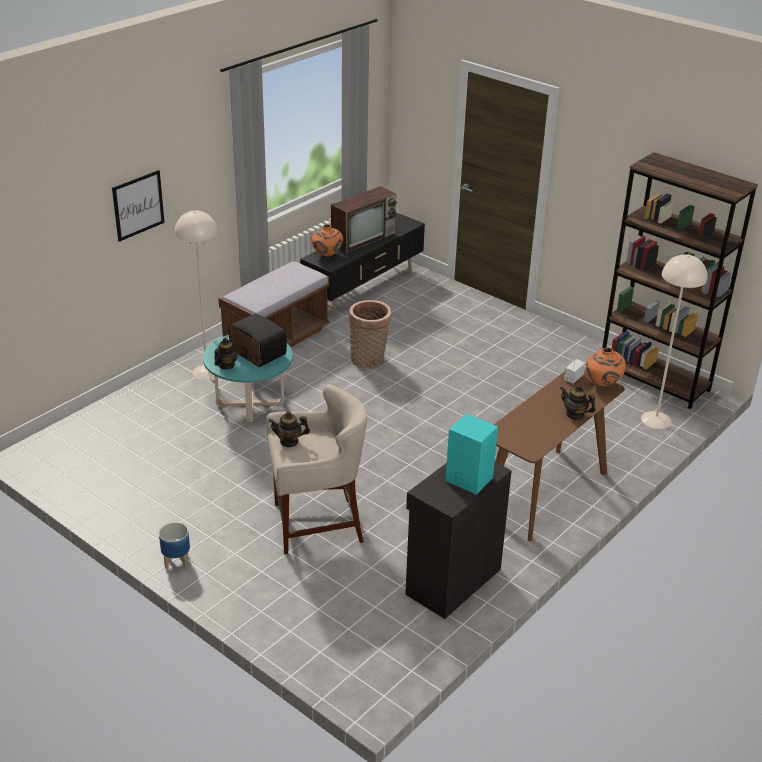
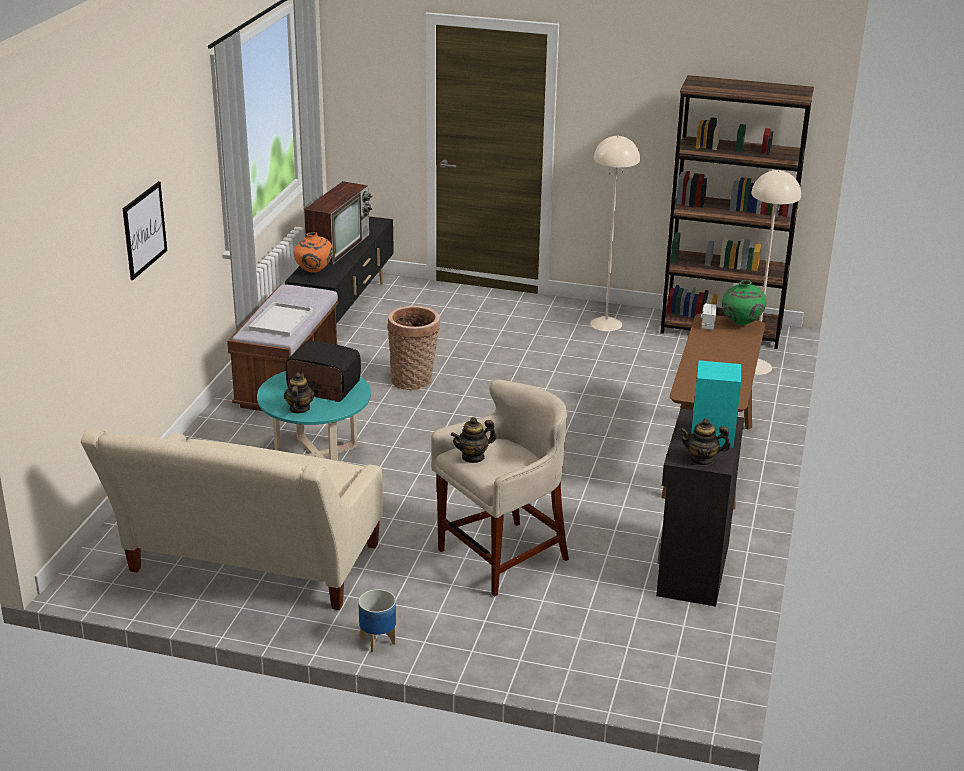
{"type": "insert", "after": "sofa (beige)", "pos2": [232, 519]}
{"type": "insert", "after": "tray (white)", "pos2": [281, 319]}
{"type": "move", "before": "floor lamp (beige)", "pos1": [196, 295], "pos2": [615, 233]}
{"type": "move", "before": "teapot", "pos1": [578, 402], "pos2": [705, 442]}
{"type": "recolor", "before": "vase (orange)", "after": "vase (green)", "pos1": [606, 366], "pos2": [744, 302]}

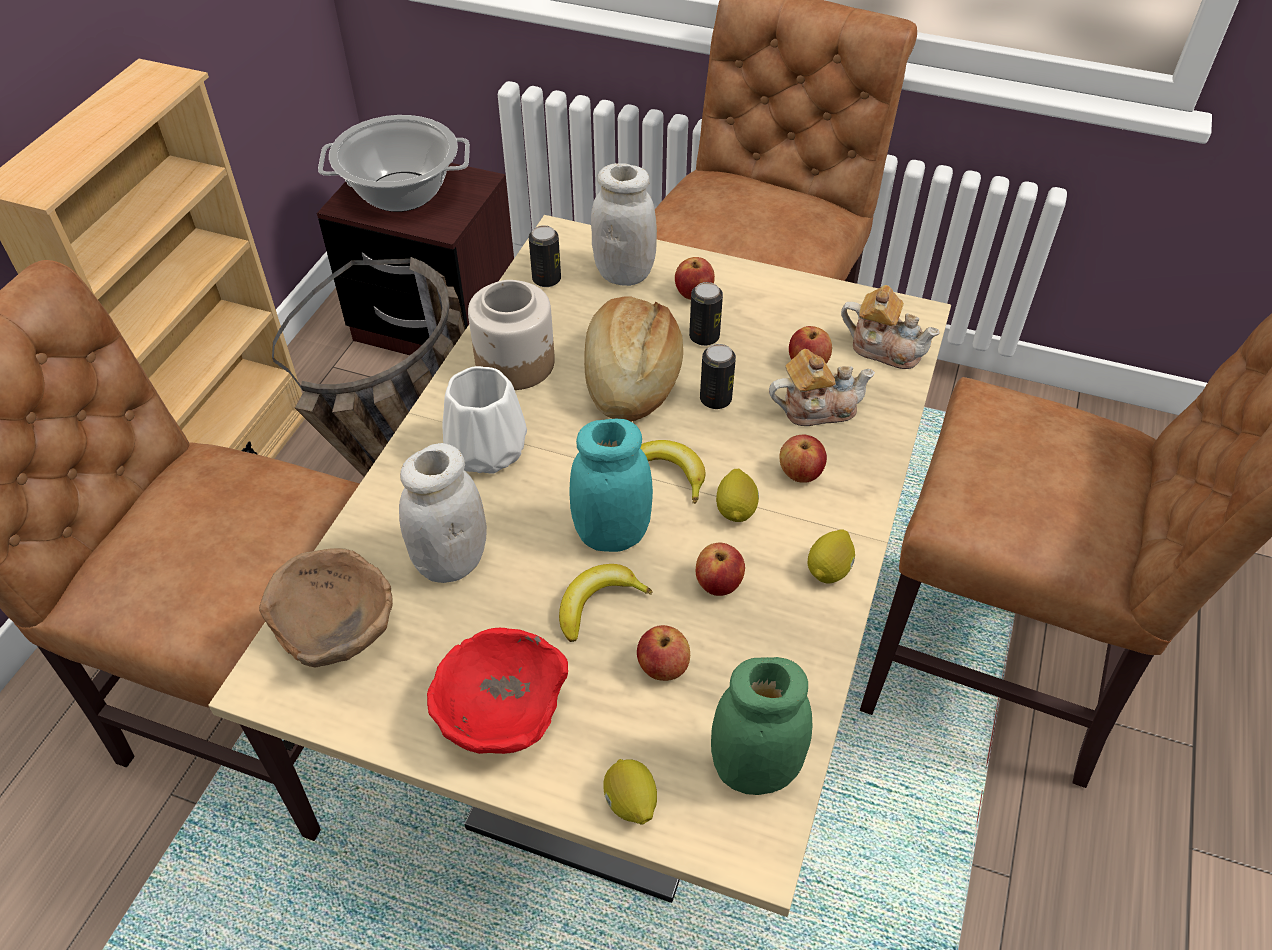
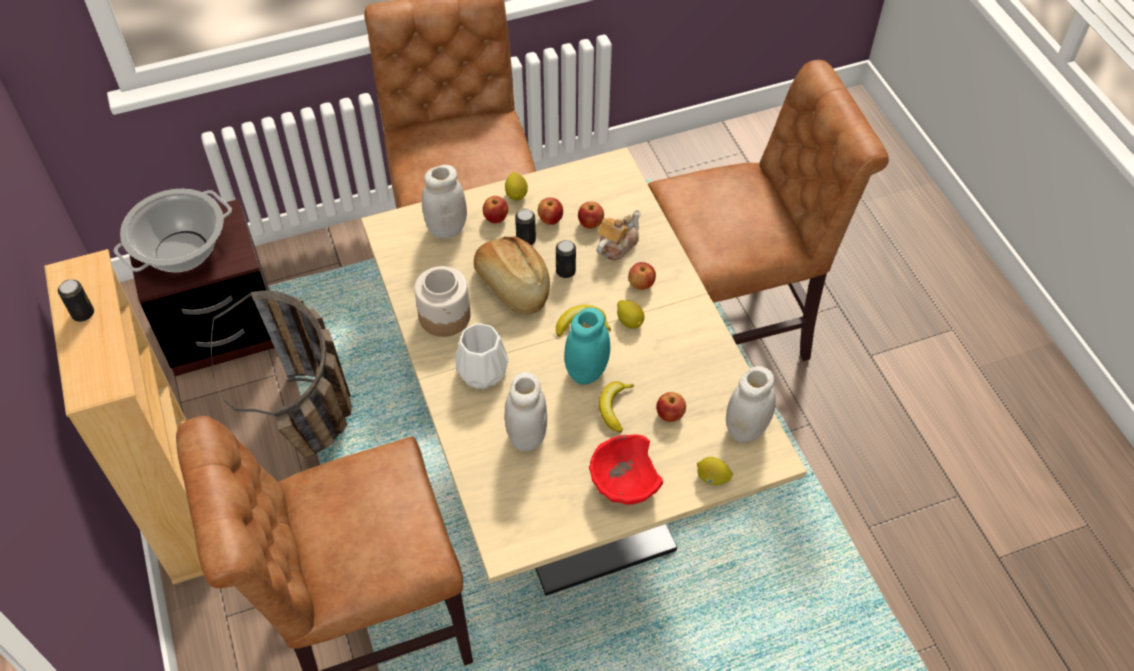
{"type": "delete", "before": "bowl (brown)", "pos1": [326, 607]}
{"type": "delete", "before": "teapot", "pos1": [890, 327]}
{"type": "move", "before": "can", "pos1": [545, 256], "pos2": [76, 300]}
{"type": "move", "before": "apple", "pos1": [720, 569], "pos2": [550, 211]}
{"type": "move", "before": "lemon", "pos1": [831, 556], "pos2": [516, 186]}
{"type": "recolor", "before": "jar (green)", "after": "jar (white)", "pos1": [762, 726], "pos2": [751, 404]}

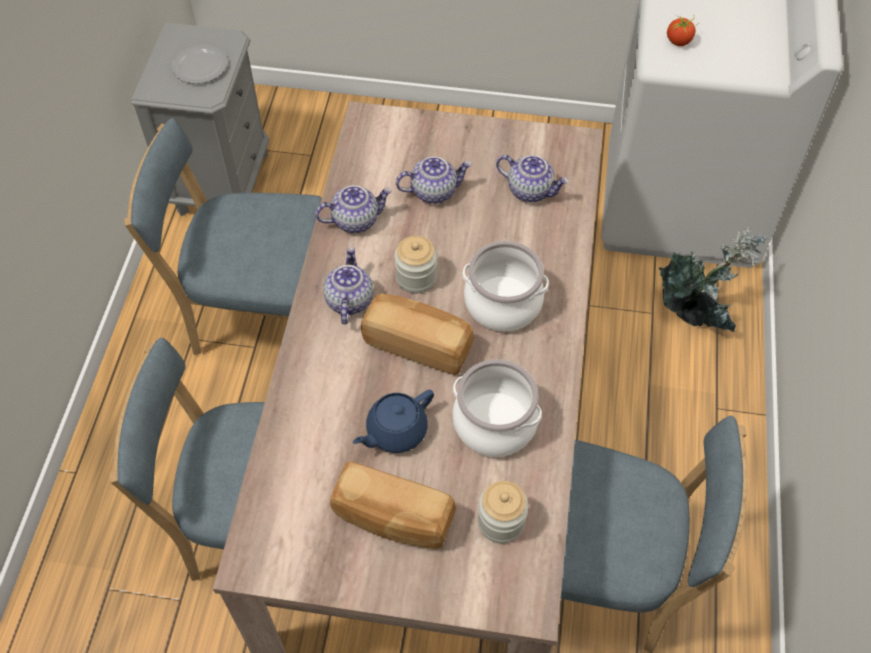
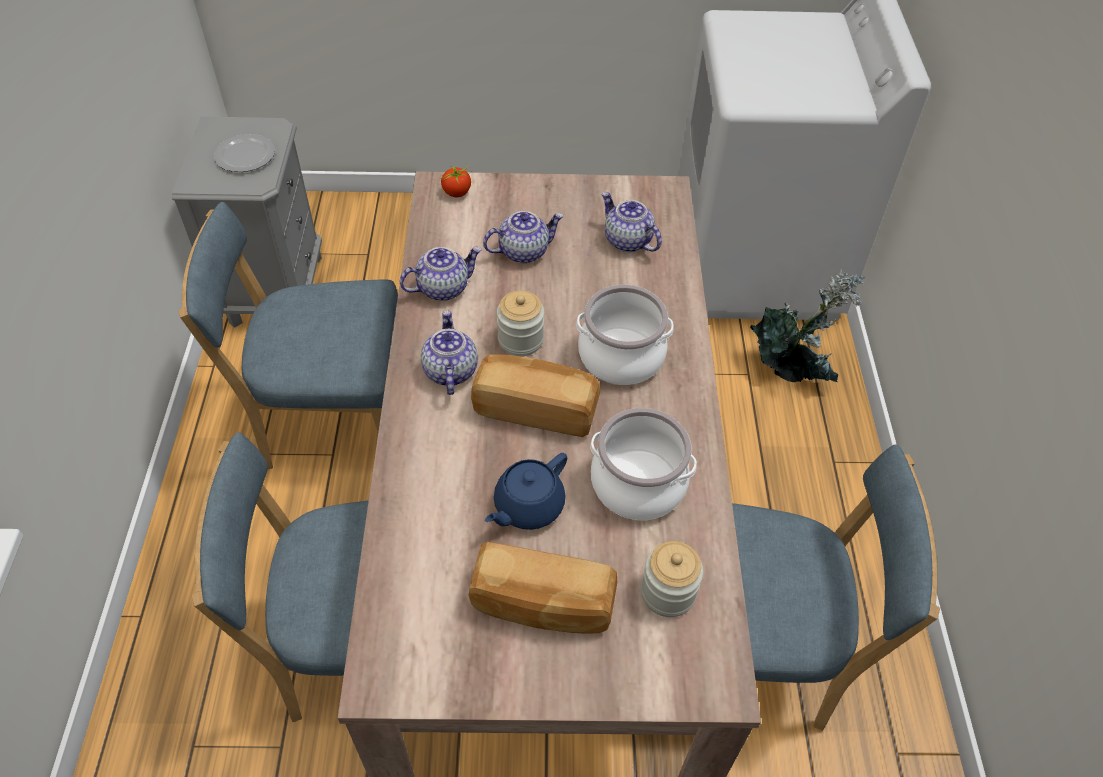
{"type": "move", "before": "tomato", "pos1": [683, 30], "pos2": [456, 180]}
{"type": "rotate", "before": "teapot", "pos1": [532, 178], "pos2": [631, 222], "turn": -150}

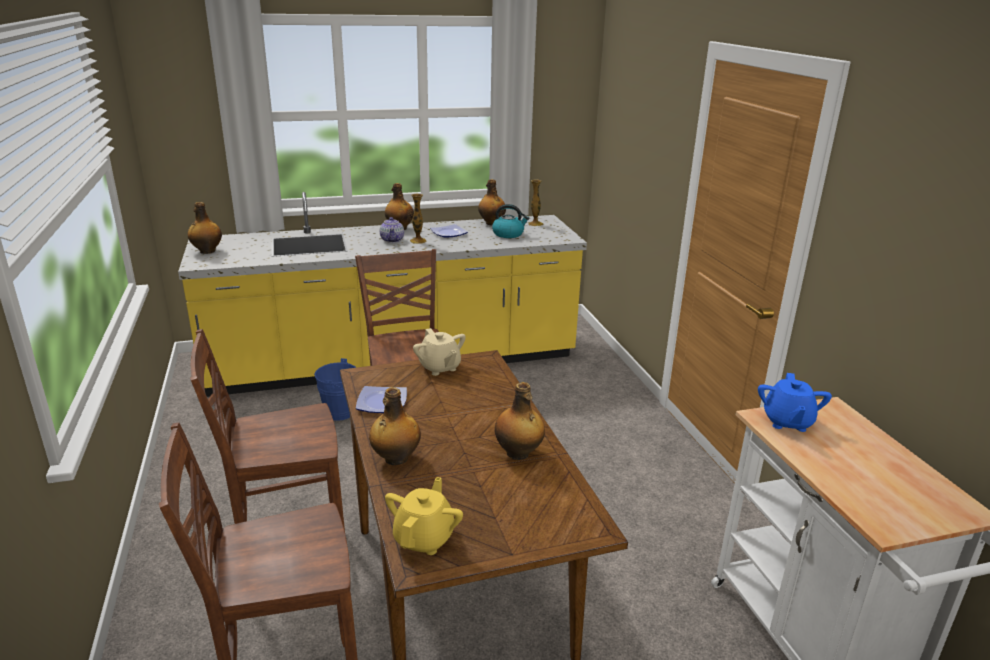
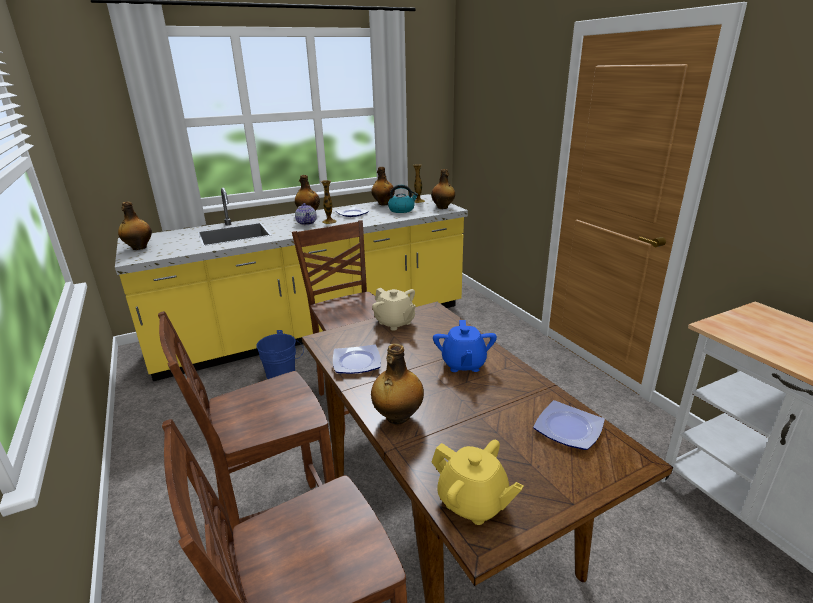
{"type": "insert", "after": "plate", "pos2": [569, 425]}
{"type": "move", "before": "bottle", "pos1": [520, 421], "pos2": [443, 189]}
{"type": "move", "before": "teapot (blue)", "pos1": [795, 402], "pos2": [465, 346]}
{"type": "rotate", "before": "teapot (yellow)", "pos1": [424, 516], "pos2": [478, 482], "turn": 120}

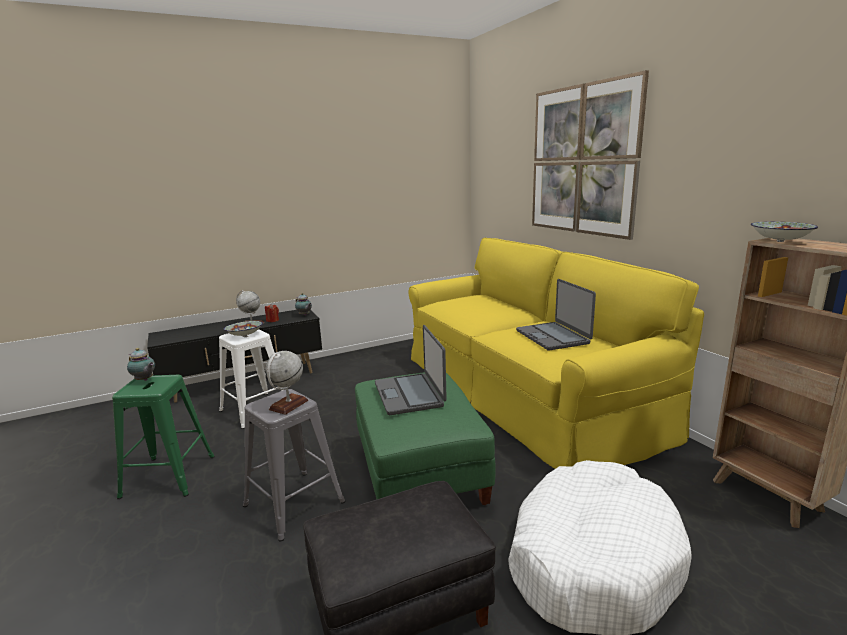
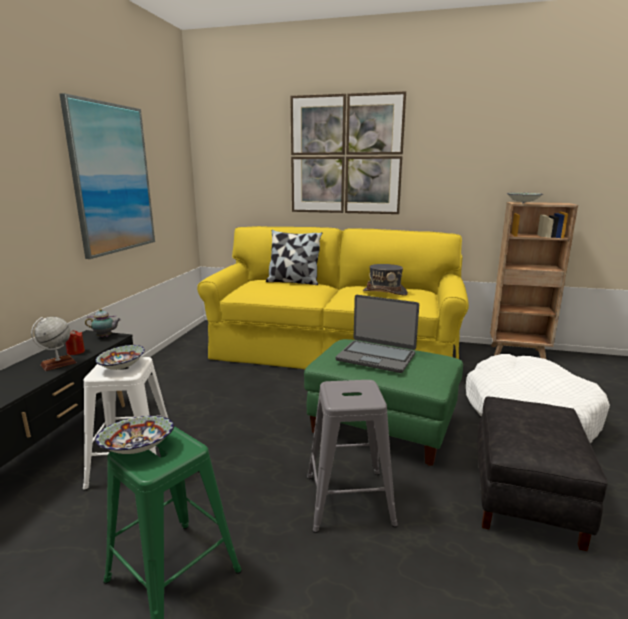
{"type": "delete", "before": "globe", "pos1": [286, 383]}
{"type": "insert", "after": "picture", "pos2": [107, 176]}
{"type": "insert", "after": "pillow", "pos2": [294, 257]}
{"type": "replace", "before": "teapot", "after": "bowl", "pos1": [141, 364], "pos2": [134, 435]}
{"type": "replace", "before": "laptop", "after": "hat (grey)", "pos1": [556, 315], "pos2": [385, 280]}

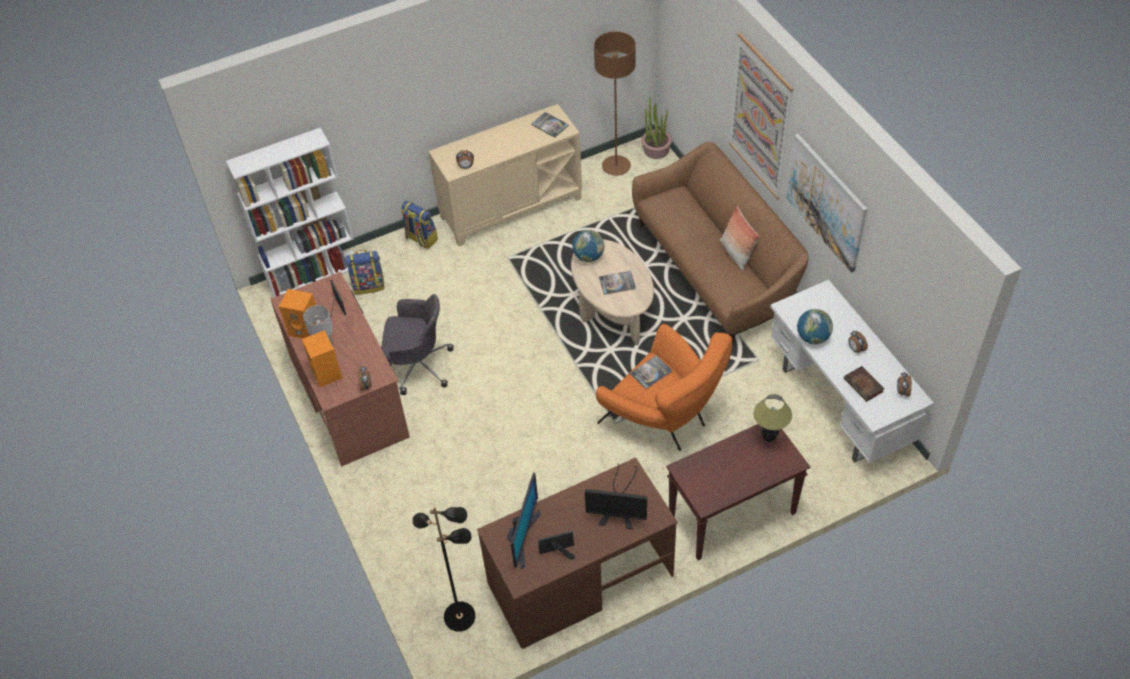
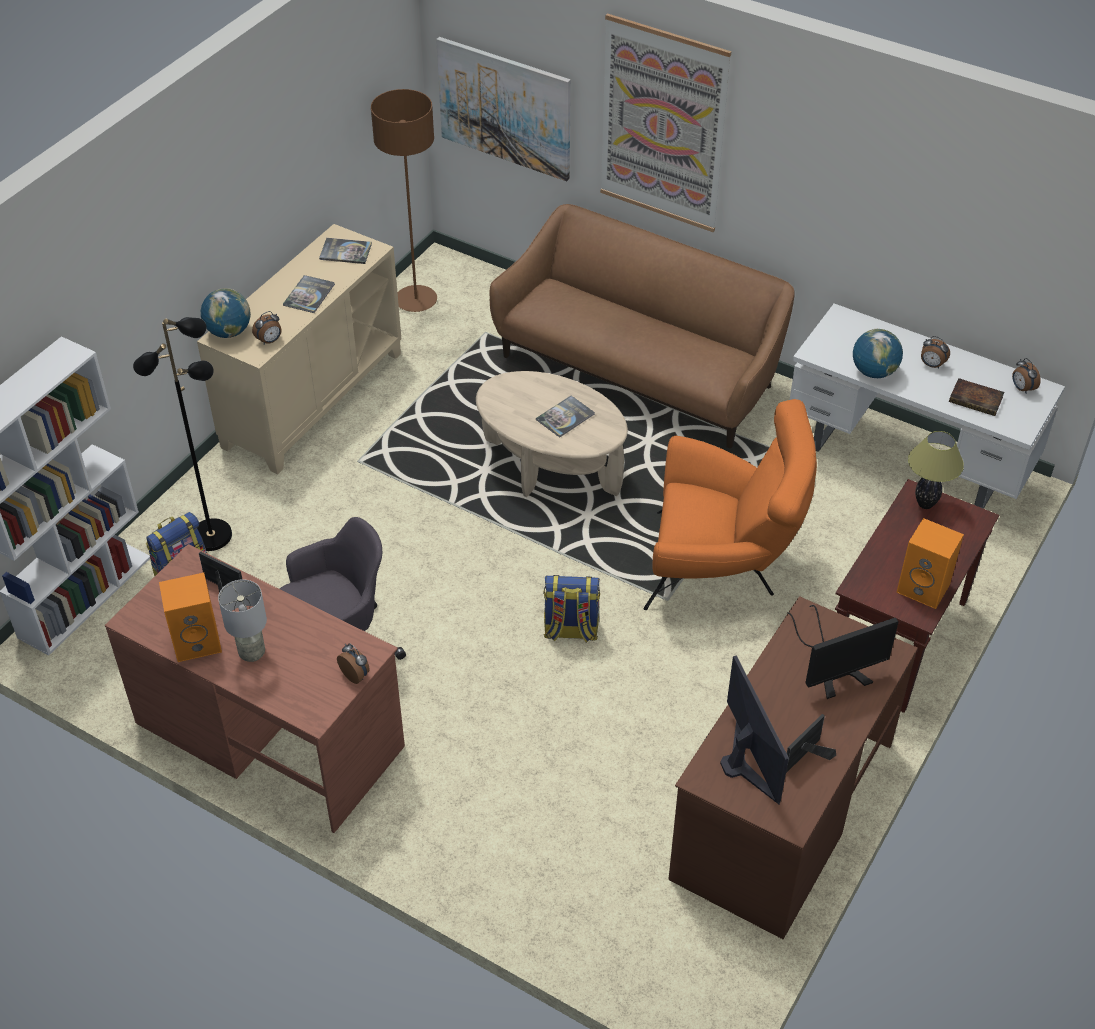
{"type": "delete", "before": "potted plant", "pos1": [657, 128]}
{"type": "delete", "before": "pillow", "pos1": [740, 238]}
{"type": "move", "before": "speaker (orange)", "pos1": [322, 358], "pos2": [930, 563]}
{"type": "move", "before": "backpack", "pos1": [419, 225], "pos2": [571, 609]}
{"type": "move", "before": "floor lamp (black)", "pos1": [443, 569], "pos2": [182, 434]}
{"type": "move", "before": "globe", "pos1": [588, 246], "pos2": [226, 313]}
{"type": "move", "before": "book", "pos1": [651, 372], "pos2": [309, 294]}
{"type": "move", "before": "picture", "pos1": [826, 203], "pos2": [503, 109]}

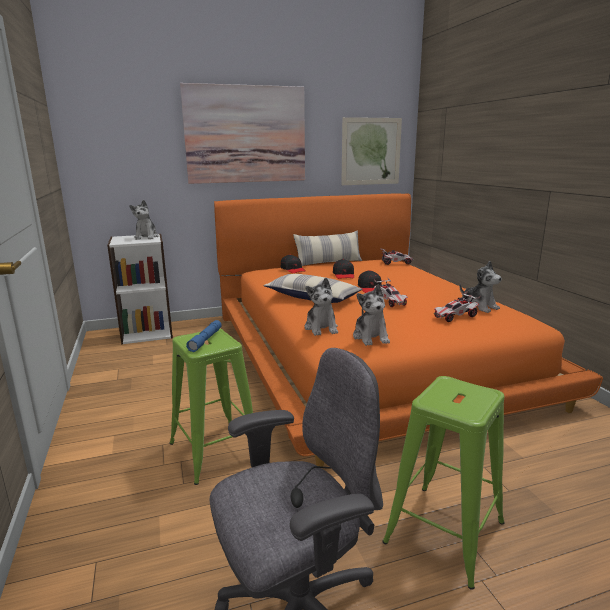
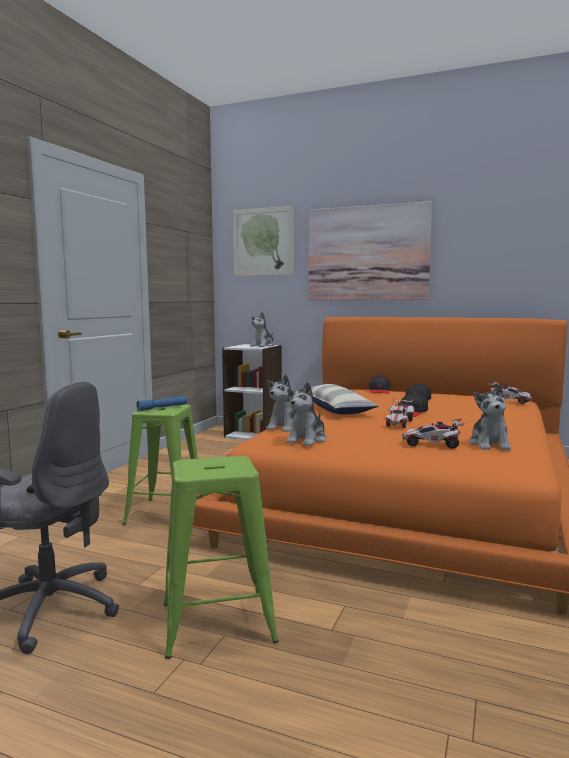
{"type": "delete", "before": "pillow", "pos1": [327, 248]}
{"type": "move", "before": "picture", "pos1": [371, 151], "pos2": [263, 241]}

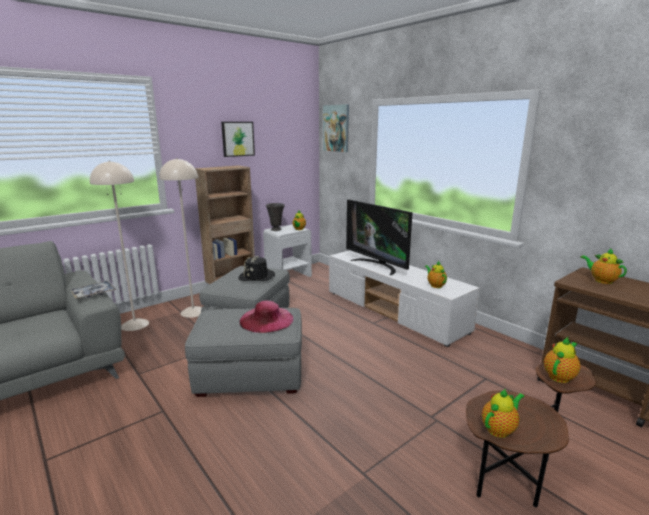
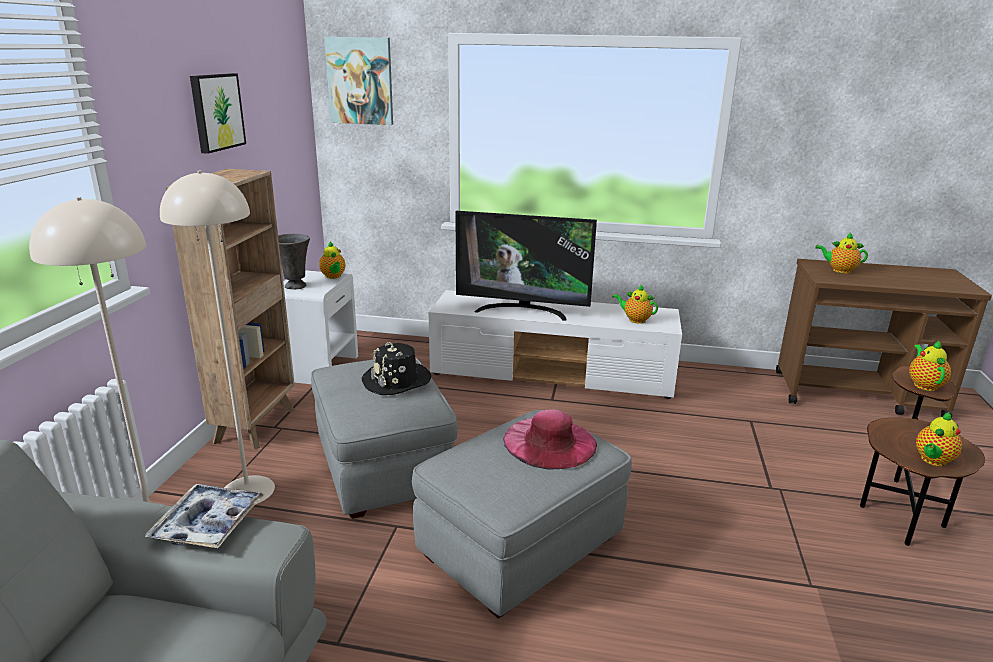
{"type": "rotate", "before": "teapot", "pos1": [503, 413], "pos2": [939, 439], "turn": -150}

